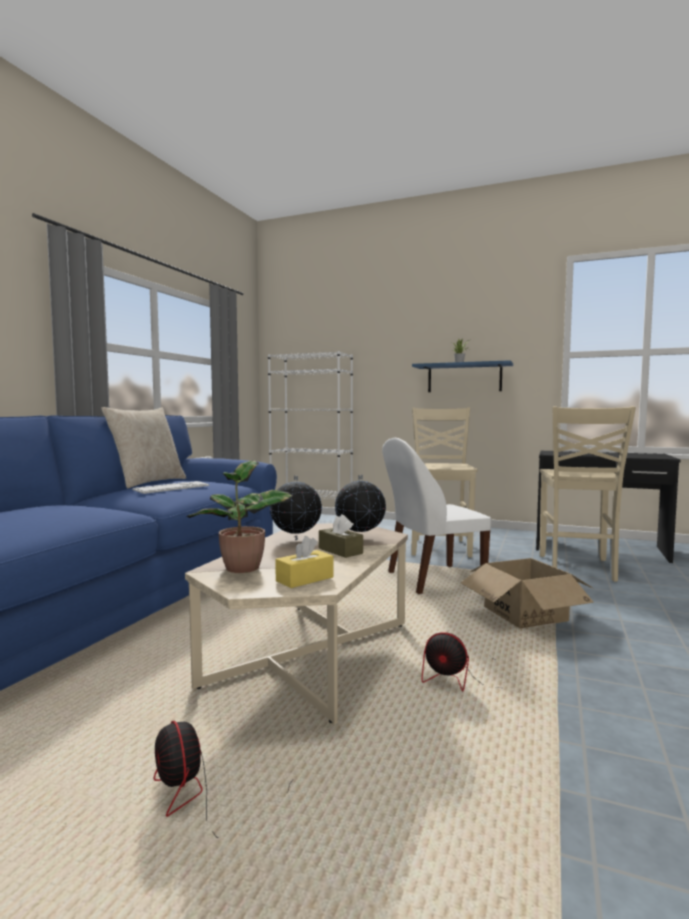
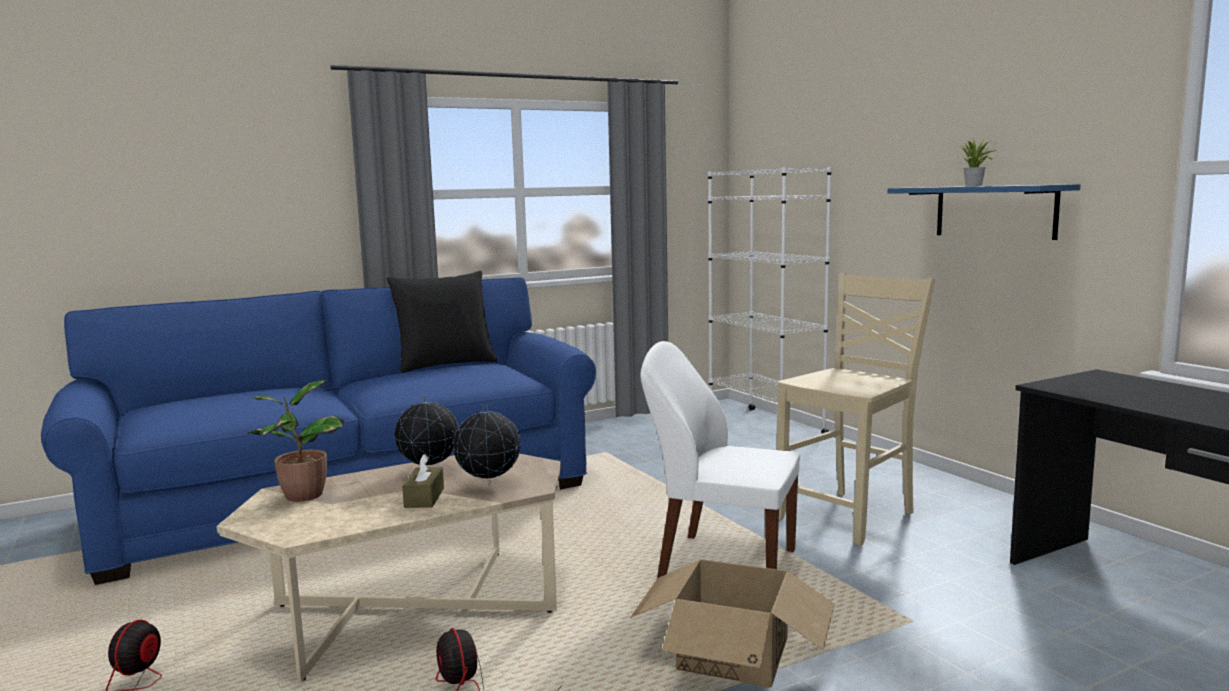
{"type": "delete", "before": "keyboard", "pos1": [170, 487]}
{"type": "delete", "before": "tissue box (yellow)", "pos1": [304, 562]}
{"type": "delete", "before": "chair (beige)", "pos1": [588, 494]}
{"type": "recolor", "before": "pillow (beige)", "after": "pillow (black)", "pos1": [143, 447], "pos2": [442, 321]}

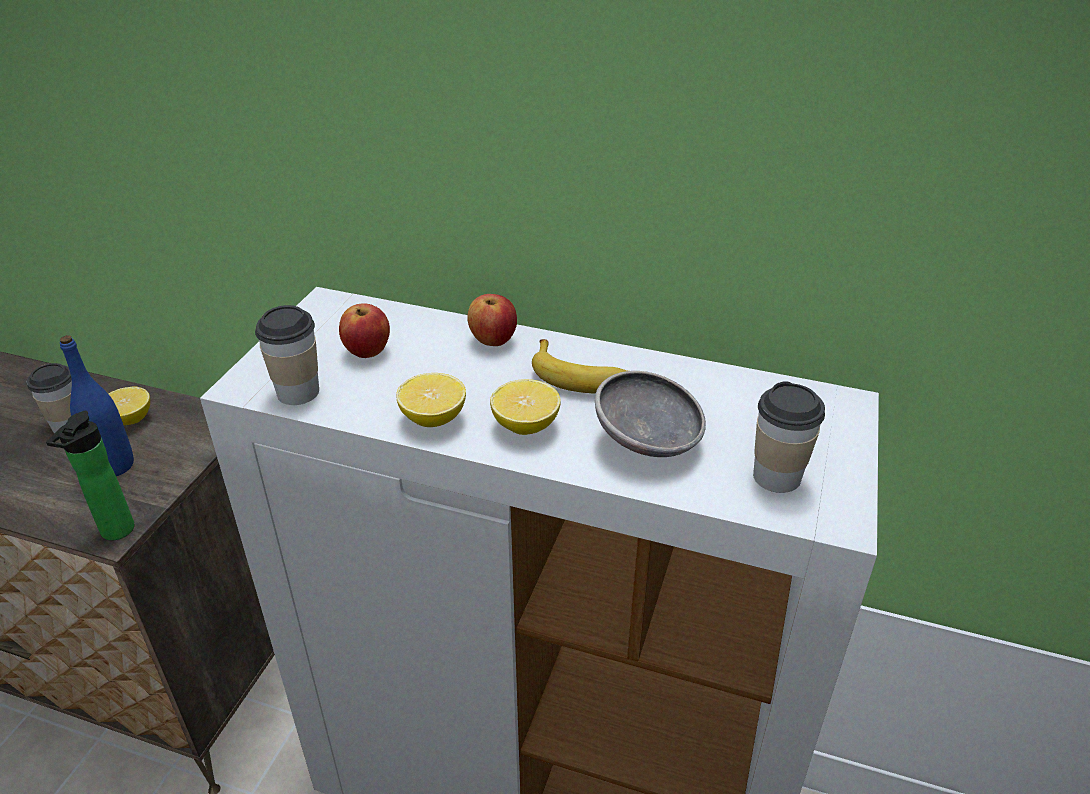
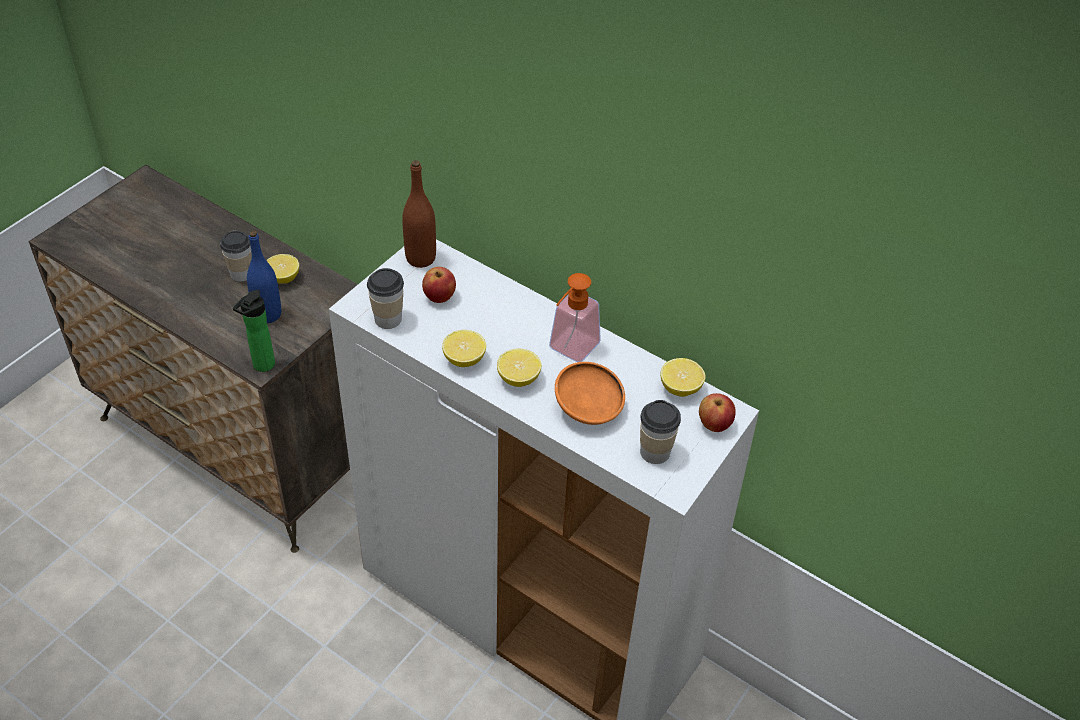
{"type": "insert", "after": "bottle (brown)", "pos2": [419, 214]}
{"type": "insert", "after": "lemon", "pos2": [683, 377]}
{"type": "move", "before": "apple", "pos1": [492, 320], "pos2": [717, 412]}
{"type": "replace", "before": "banana", "after": "soap dispenser", "pos1": [579, 366], "pos2": [575, 317]}
{"type": "recolor", "before": "bowl (grey)", "after": "bowl (orange)", "pos1": [650, 414], "pos2": [590, 393]}

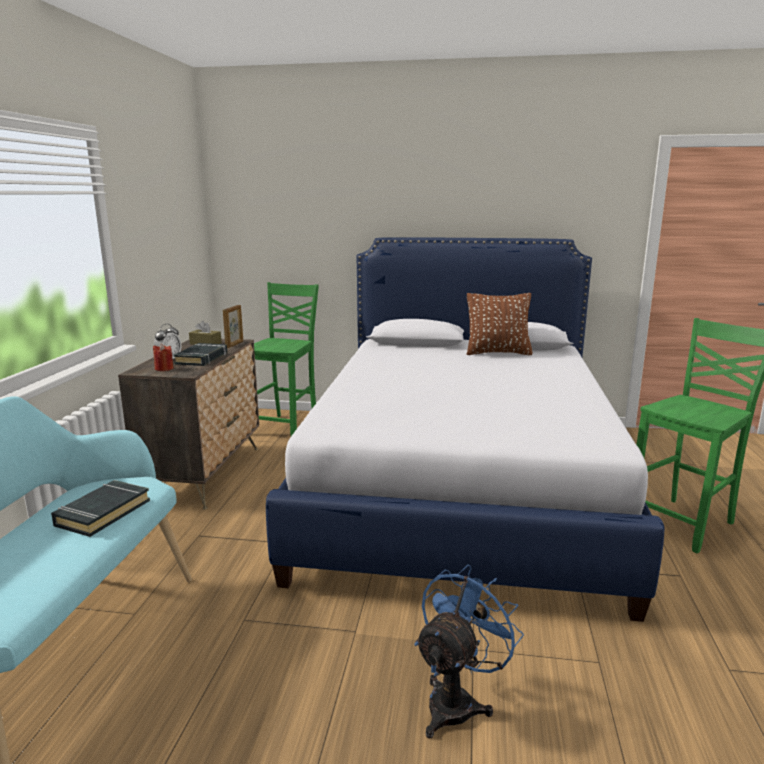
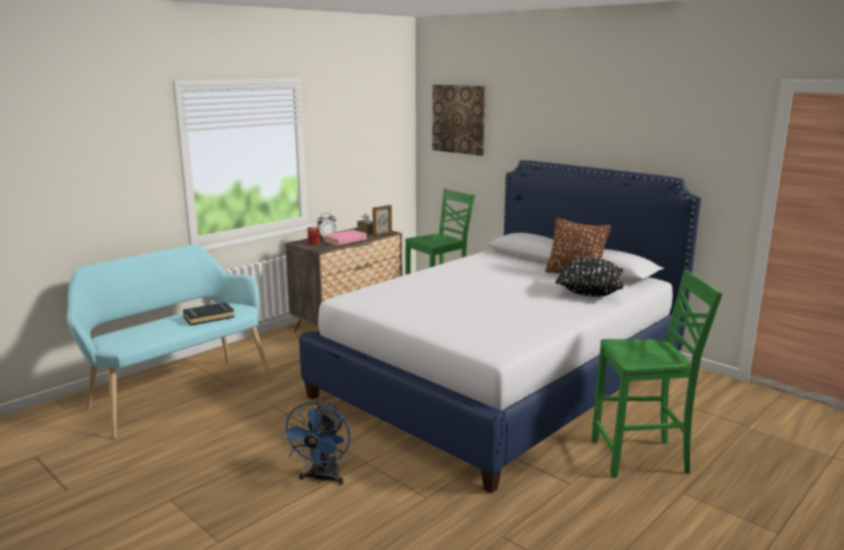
{"type": "insert", "after": "picture", "pos2": [459, 120]}
{"type": "insert", "after": "pillow (black)", "pos2": [589, 277]}
{"type": "recolor", "before": "book (black)", "after": "book (pink)", "pos1": [200, 354], "pos2": [345, 238]}
{"type": "rotate", "before": "fan (blue)", "pos1": [469, 652], "pos2": [315, 443], "turn": 120}

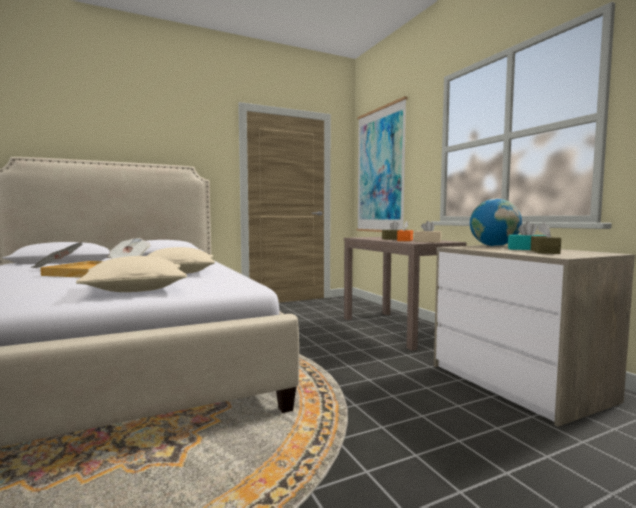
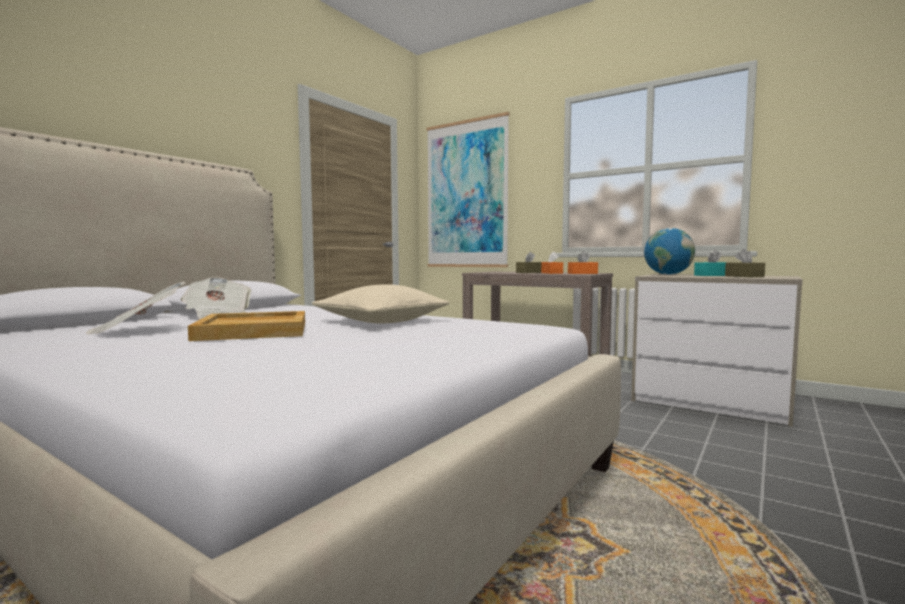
{"type": "delete", "before": "pillow (beige)", "pos1": [131, 274]}
{"type": "recolor", "before": "tissue box (beige)", "after": "tissue box (orange)", "pos1": [427, 232], "pos2": [583, 262]}

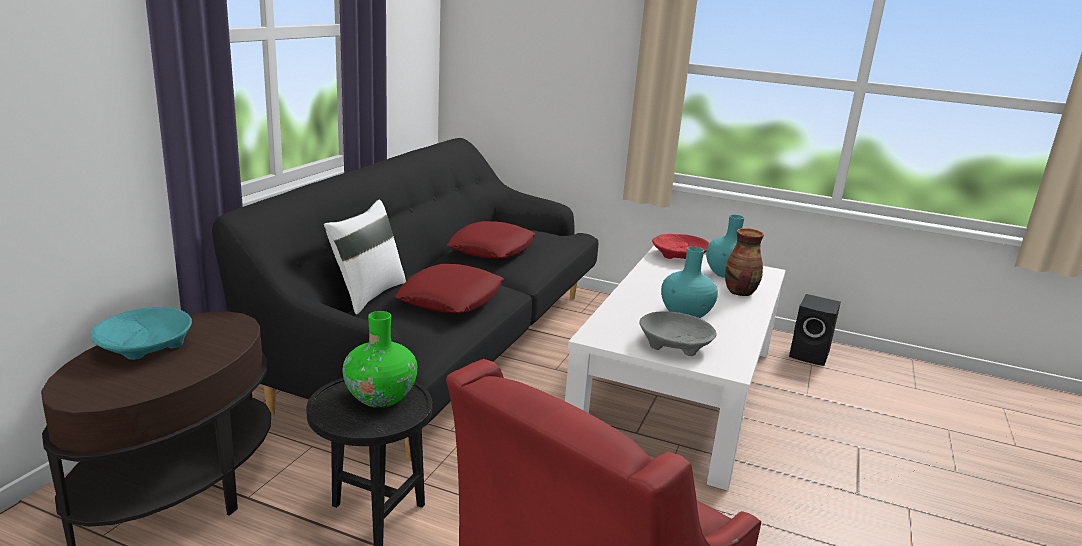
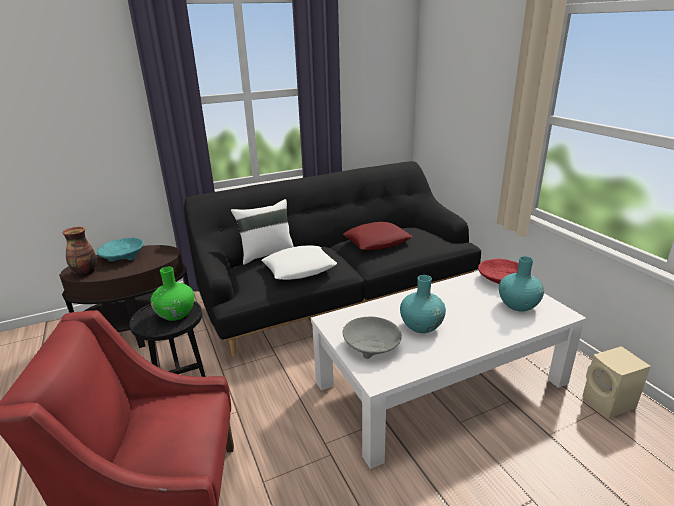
{"type": "move", "before": "vase", "pos1": [744, 262], "pos2": [80, 251]}
{"type": "recolor", "before": "pillow (red)", "after": "pillow (white)", "pos1": [449, 288], "pos2": [299, 262]}
{"type": "recolor", "before": "speaker (black)", "after": "speaker (beige)", "pos1": [815, 330], "pos2": [616, 382]}

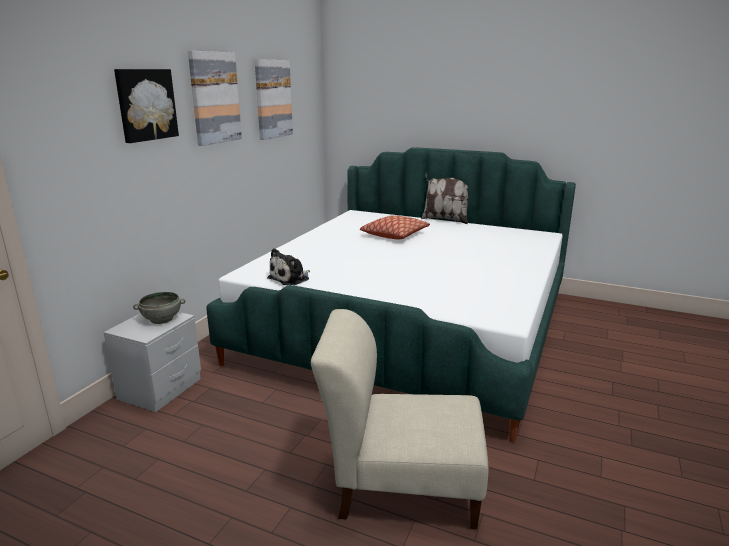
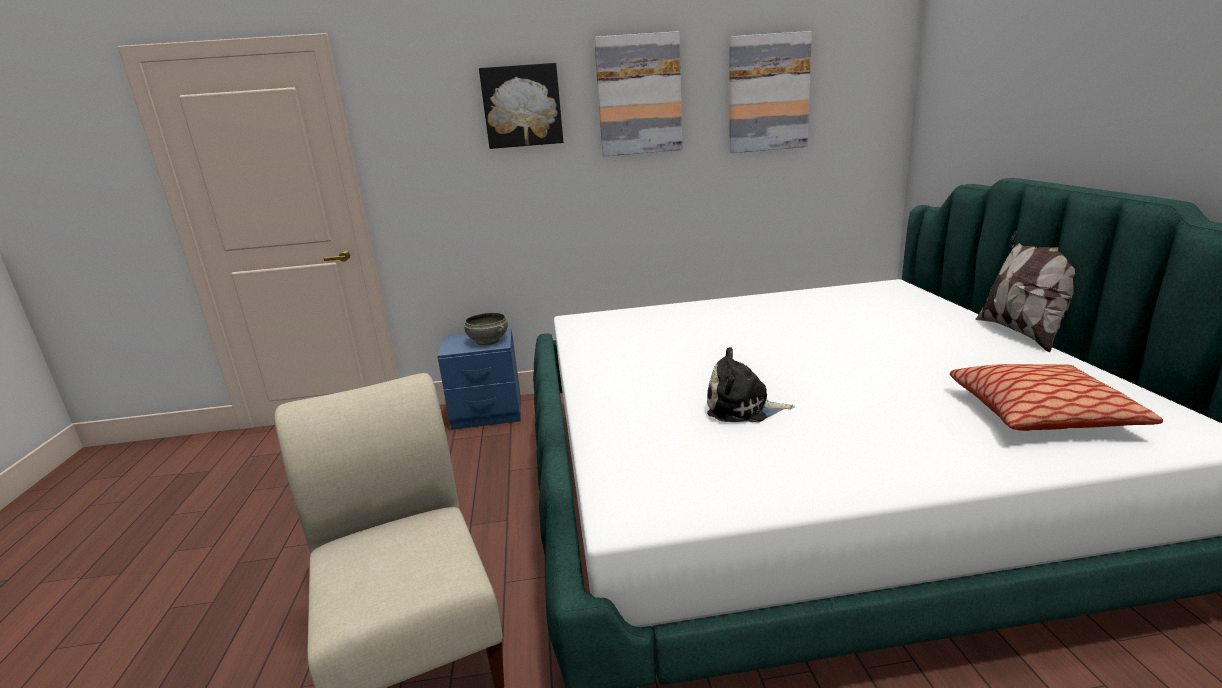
{"type": "move", "before": "plush toy", "pos1": [288, 266], "pos2": [751, 384]}
{"type": "move", "before": "pillow", "pos1": [395, 227], "pos2": [1056, 397]}
{"type": "recolor", "before": "nightstand (grey)", "after": "nightstand (blue)", "pos1": [152, 362], "pos2": [479, 379]}

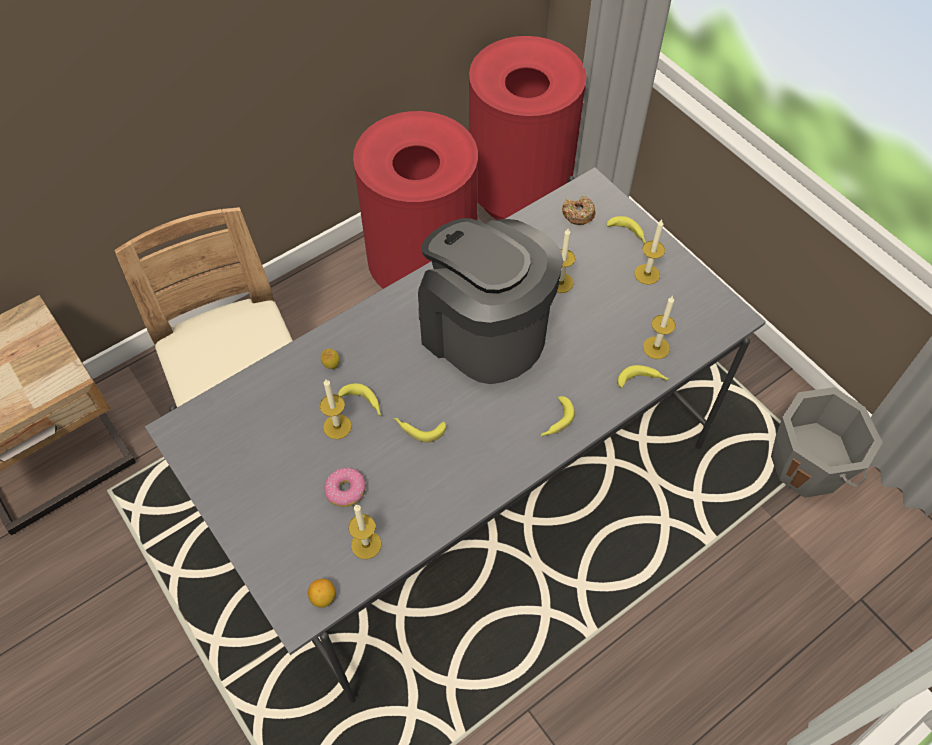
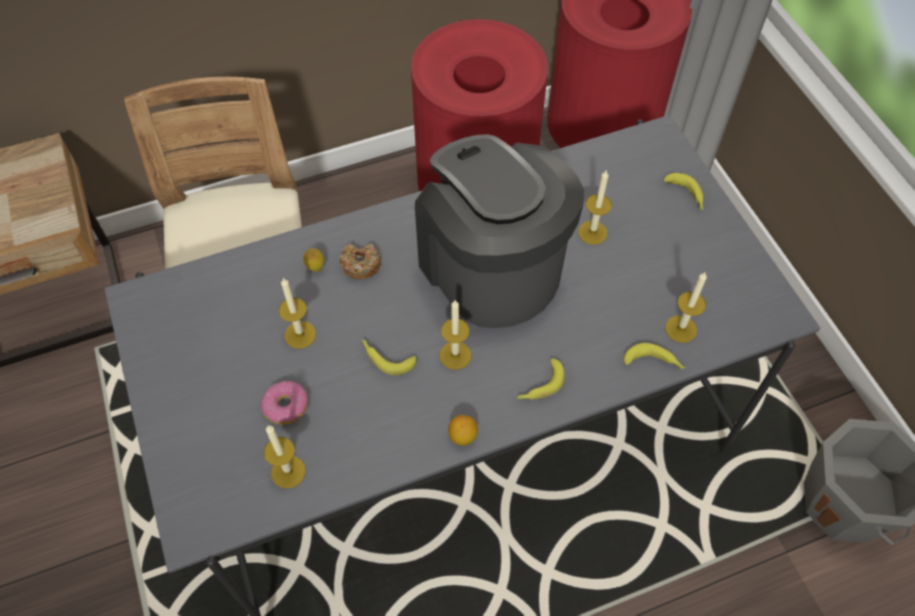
{"type": "delete", "before": "banana", "pos1": [359, 399]}
{"type": "move", "before": "lemon", "pos1": [322, 593], "pos2": [463, 430]}
{"type": "move", "before": "donut", "pos1": [579, 210], "pos2": [360, 261]}
{"type": "move", "before": "candle", "pos1": [649, 252], "pos2": [455, 335]}

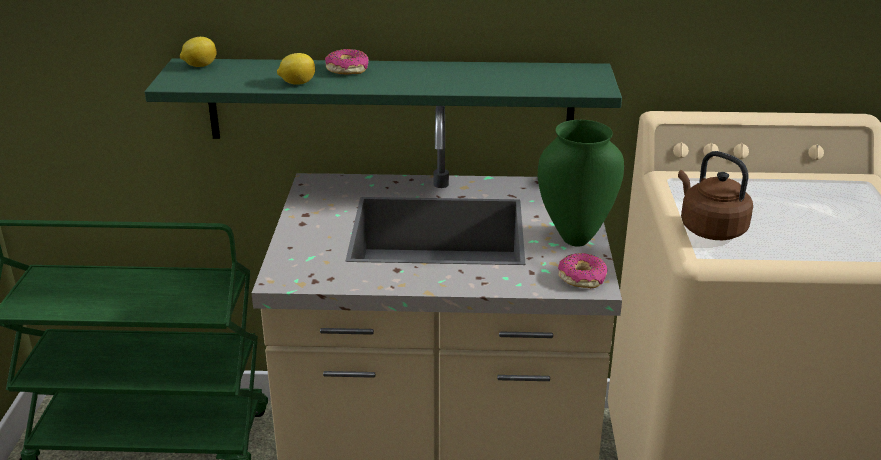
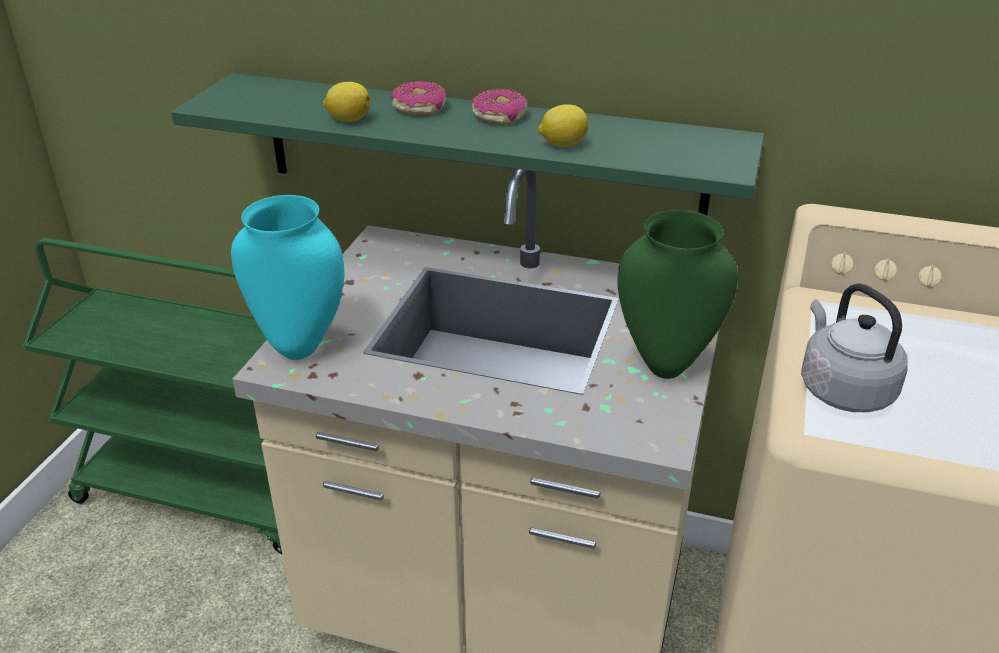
{"type": "insert", "after": "vase (turquoise)", "pos2": [288, 277]}
{"type": "move", "before": "lemon", "pos1": [198, 52], "pos2": [563, 125]}
{"type": "move", "before": "donut", "pos1": [582, 270], "pos2": [499, 107]}
{"type": "recolor", "before": "kettle (brown)", "after": "kettle (grey)", "pos1": [715, 195], "pos2": [854, 347]}

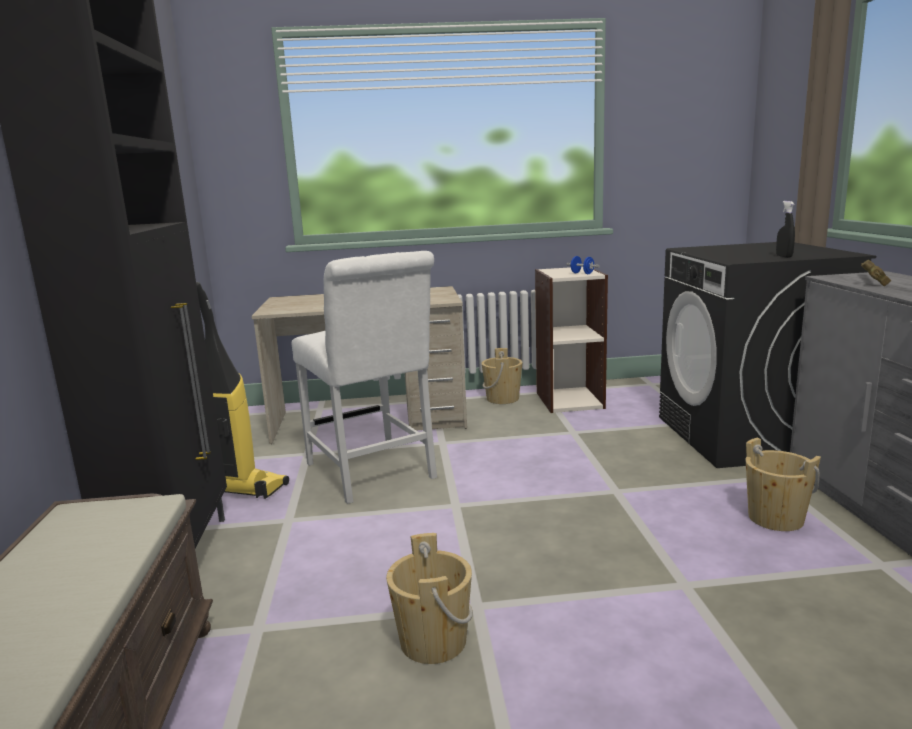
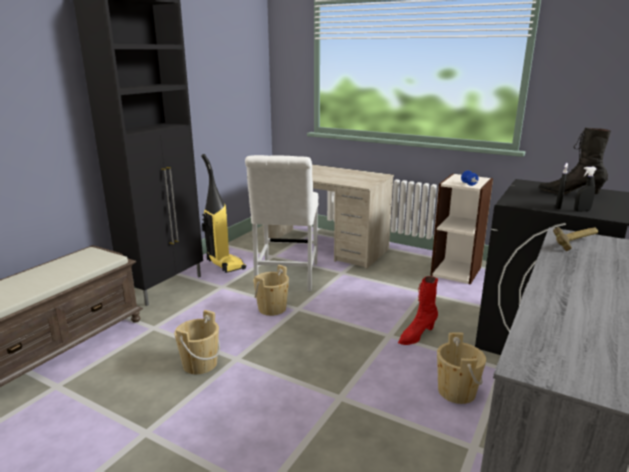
{"type": "insert", "after": "boot (red)", "pos2": [418, 310]}
{"type": "insert", "after": "boot (black)", "pos2": [575, 161]}
{"type": "insert", "after": "spray bottle (black)", "pos2": [585, 189]}
{"type": "move", "before": "bucket (beige)", "pos1": [502, 376], "pos2": [271, 290]}

